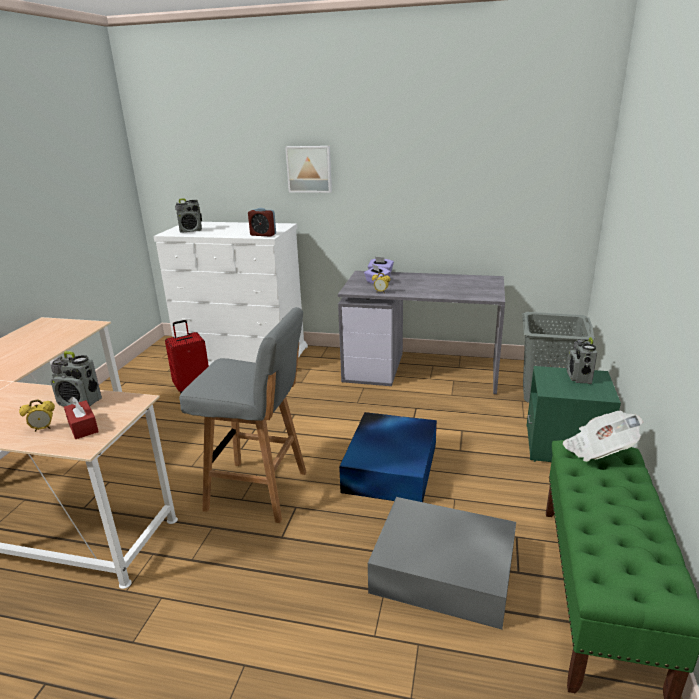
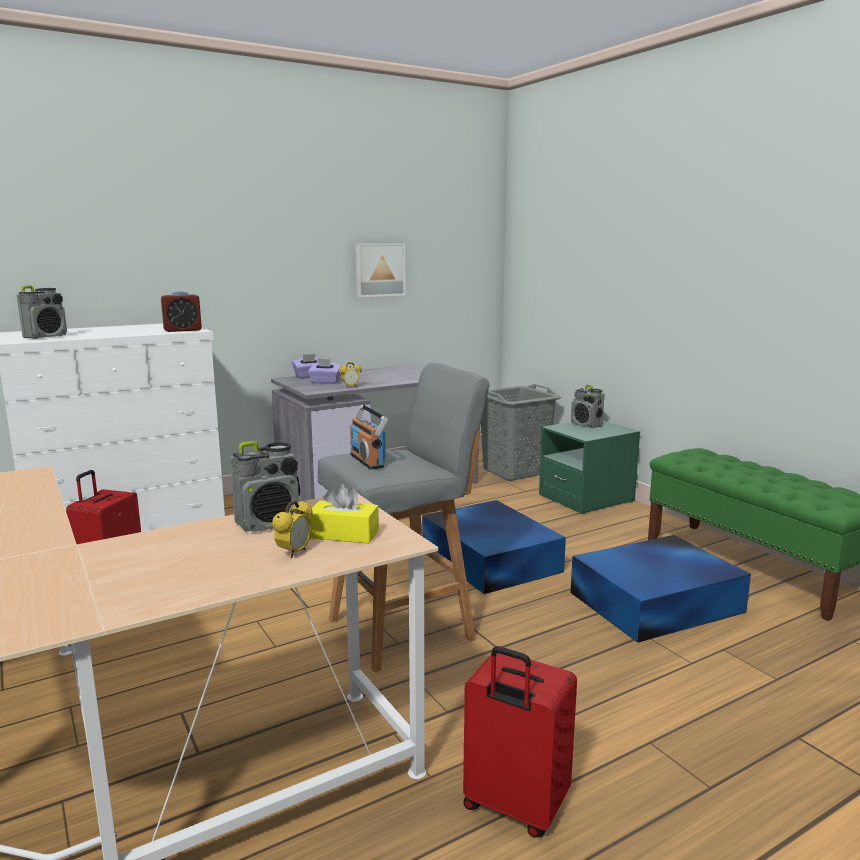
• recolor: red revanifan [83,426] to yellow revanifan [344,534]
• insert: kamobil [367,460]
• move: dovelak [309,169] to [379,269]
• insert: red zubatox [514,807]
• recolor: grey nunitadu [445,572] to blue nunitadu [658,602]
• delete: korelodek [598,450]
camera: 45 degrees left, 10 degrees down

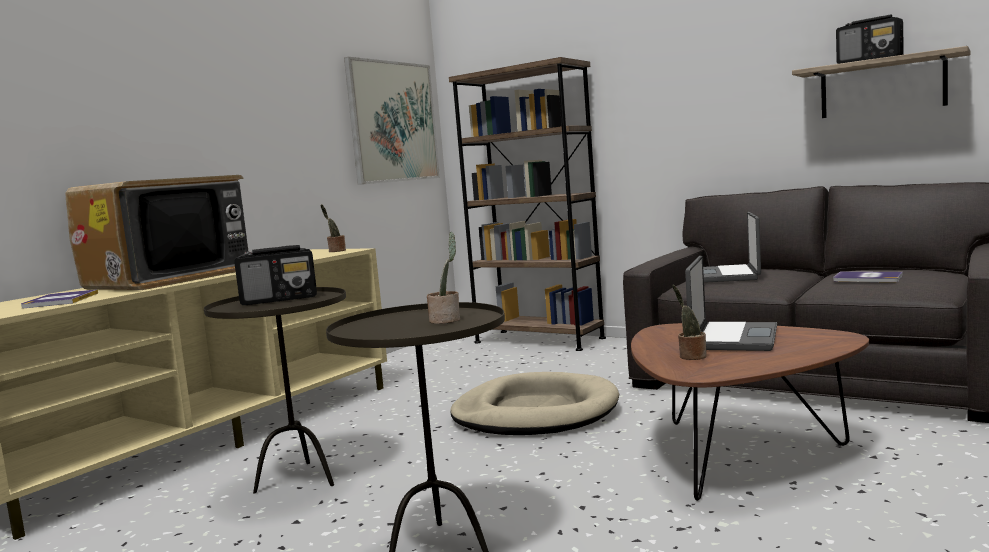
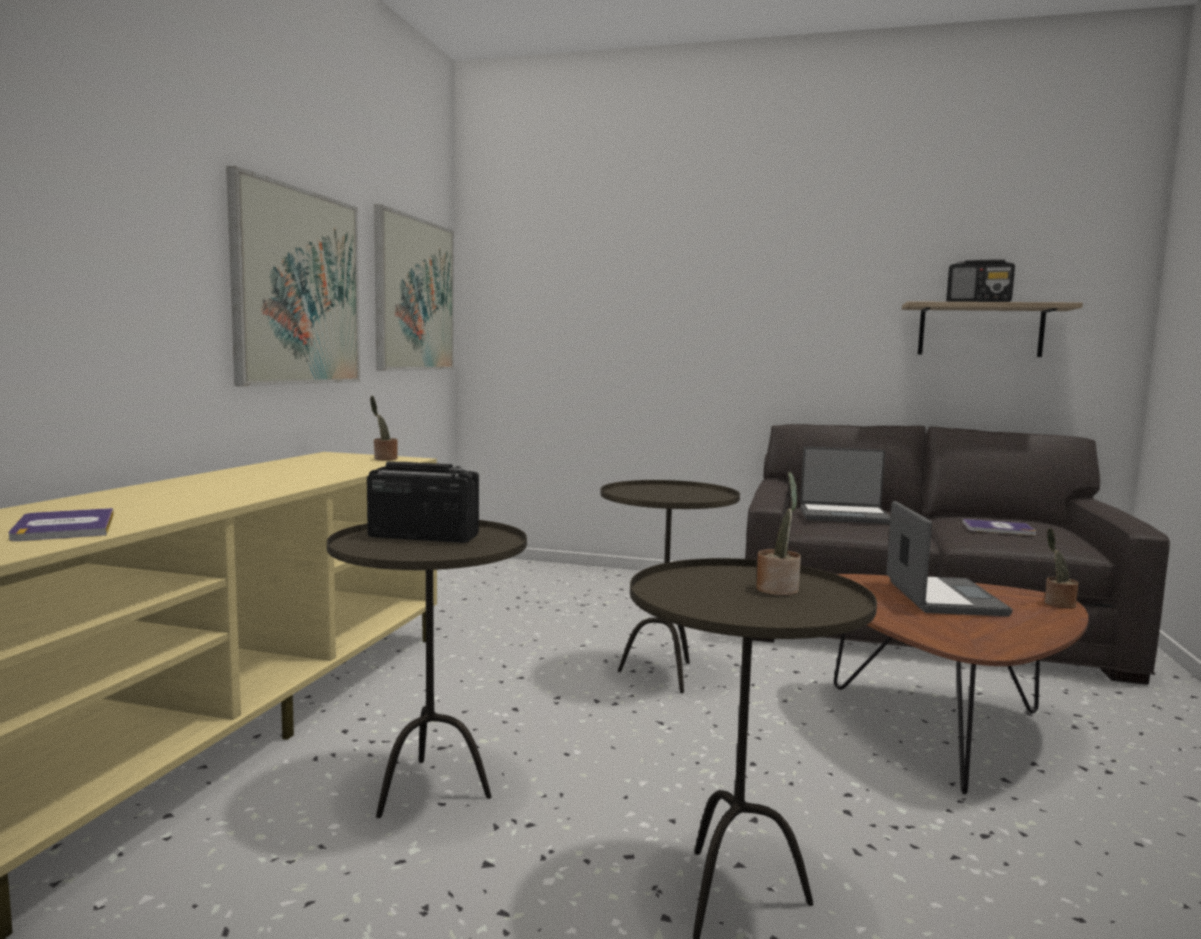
• insert: dovelak [297,288]
• rotate: kamobil [280,300] = [422,537] 135 degrees counterclockwise
• replace: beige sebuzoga [535,412] to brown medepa [662,675]
• rotate: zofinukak [728,275] = [844,516] 75 degrees counterclockwise
• move: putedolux [690,356] to [1057,604]
• delete: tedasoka [170,278]
• delete: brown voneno [539,340]
camera: 20 degrees left, 0 degrees up

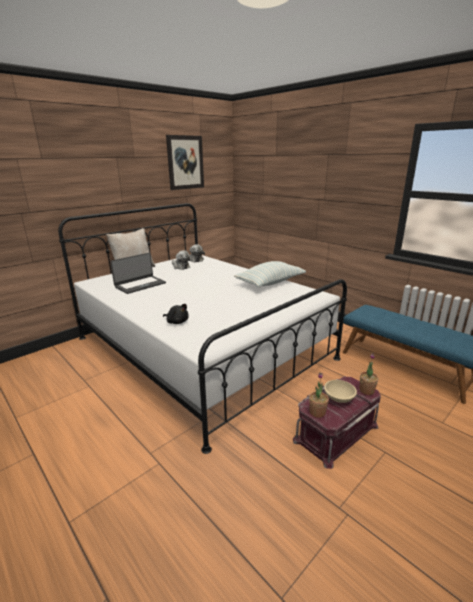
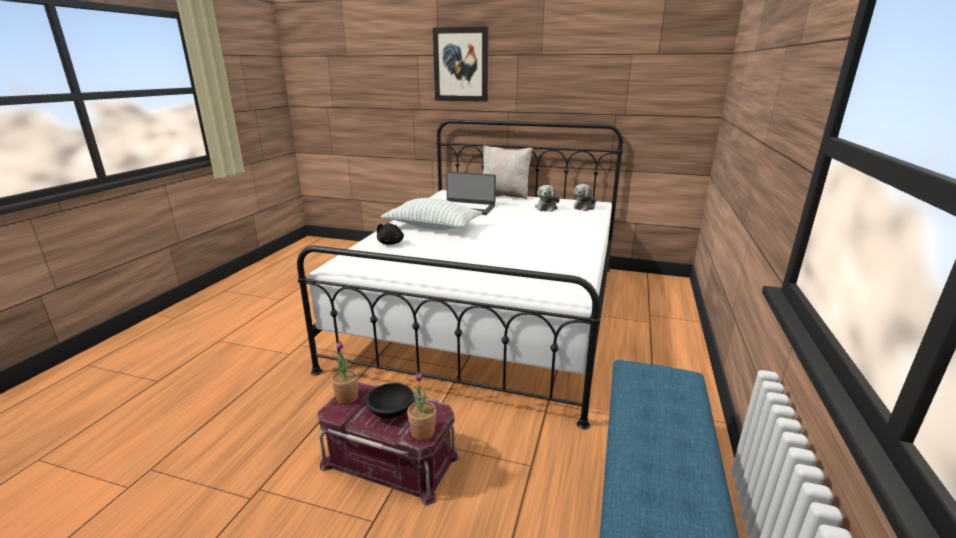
• recolor: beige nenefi [338,398] to black nenefi [391,410]
• move: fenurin [270,283] to [432,227]
• move: dovelak [185,162] to [461,65]
camera: 60 degrees right, 0 degrees up

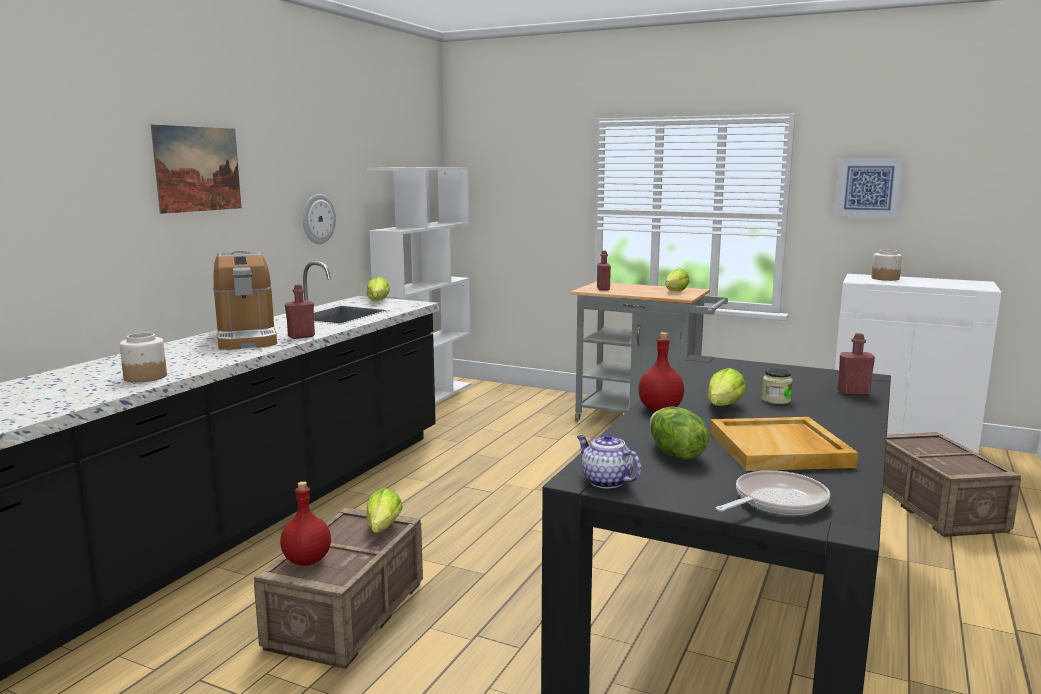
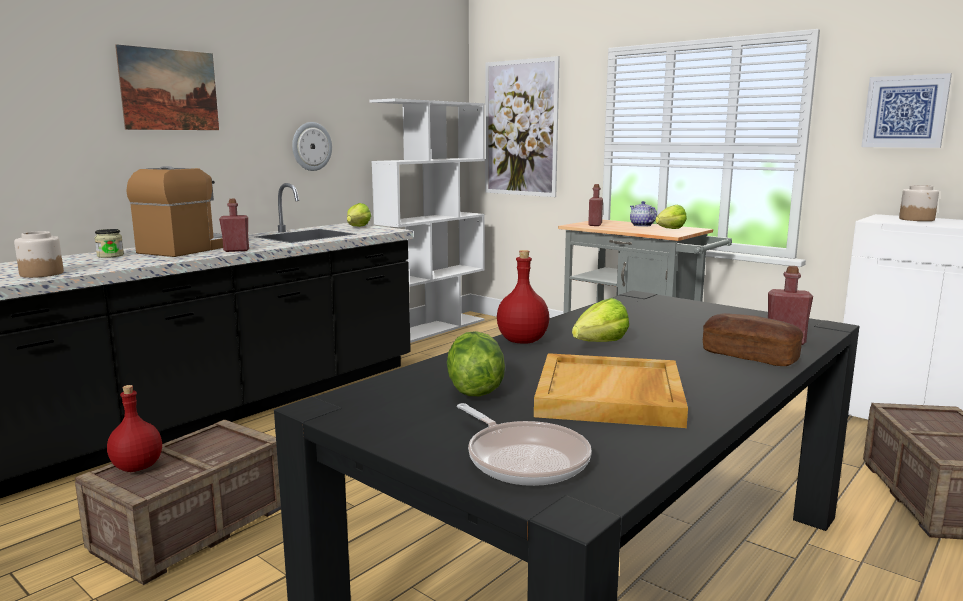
• move: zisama [776,400] to [110,255]
• rotate: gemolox [247,337] = [188,249] 150 degrees counterclockwise
• rotate: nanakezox [776,501] = [524,459] 75 degrees clockwise
• insert: dovelak [520,128]
• move: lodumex [605,481] to [641,225]
• insert: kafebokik [749,356]
• delete: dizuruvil [380,531]
camera: 15 degrees right, 0 degrees up

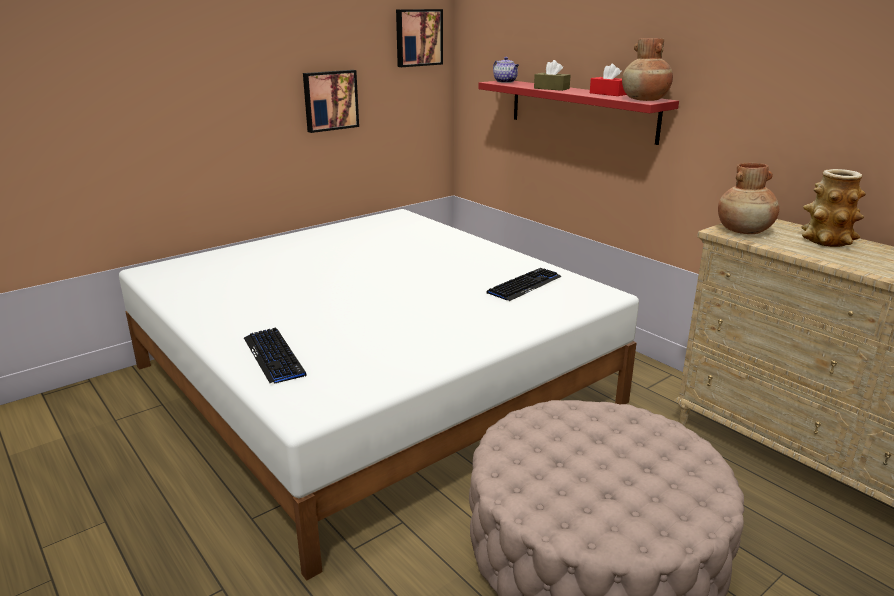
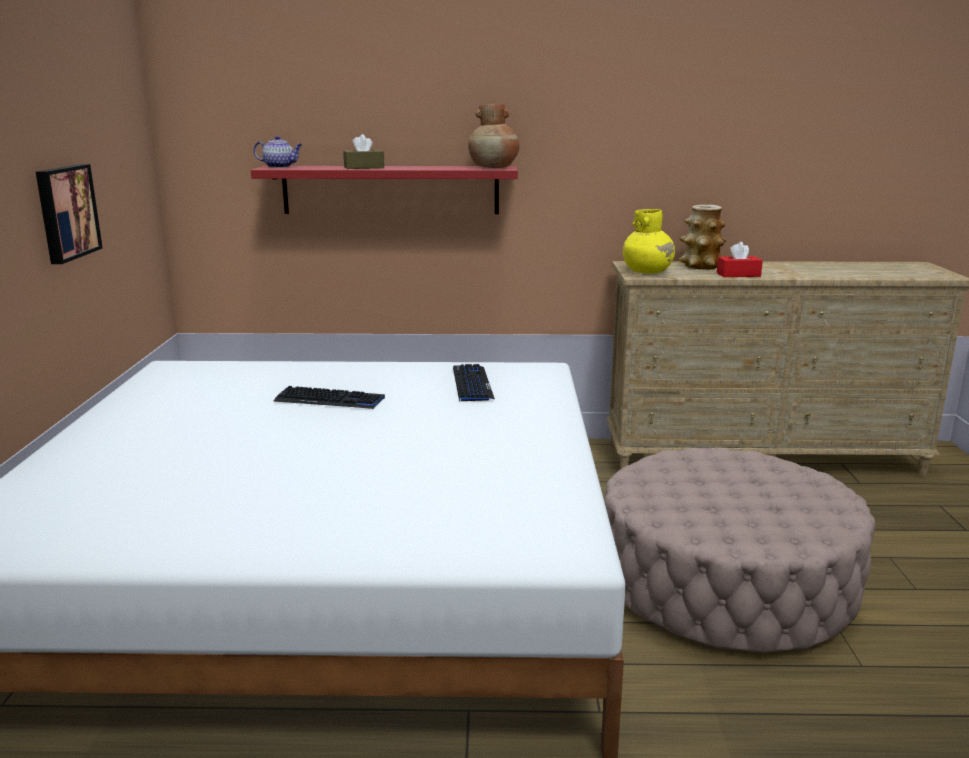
• move: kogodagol [274,356] to [330,400]
• recolor: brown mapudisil [744,231] to yellow mapudisil [647,272]
• move: red revanifan [608,94] to [738,275]
• delete: dovelak [418,37]
camera: 50 degrees left, 5 degrees down

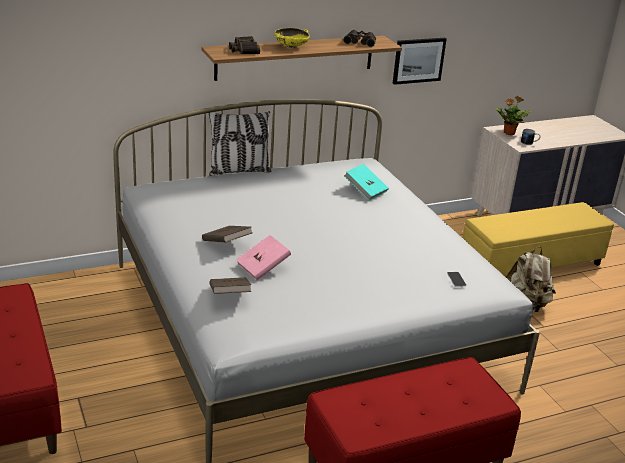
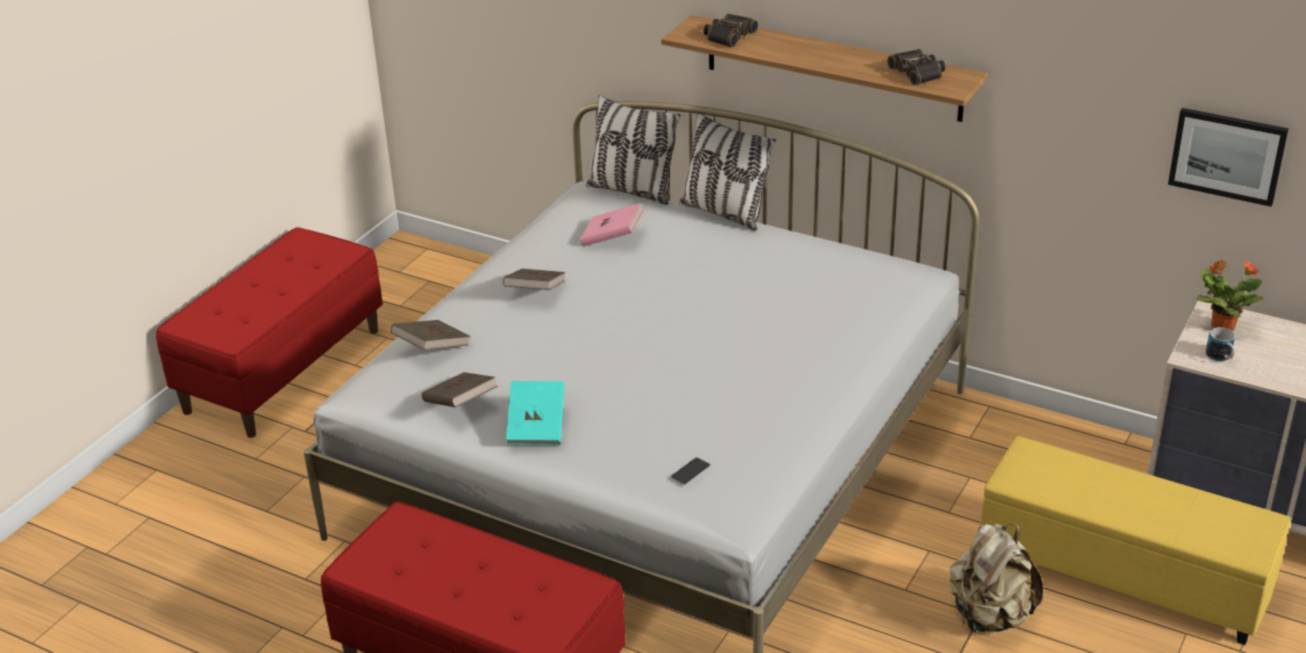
• insert: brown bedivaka [460,404]
• move: turquoise bedivaka [365,190] to [537,427]
• move: pink bedivaka [263,268] to [612,238]
• insert: fenurin [632,191]
• move: dovelak [418,60] to [1227,155]
• delete: yellow nenefi [291,46]
camera: 55 degrees right, 5 degrees up

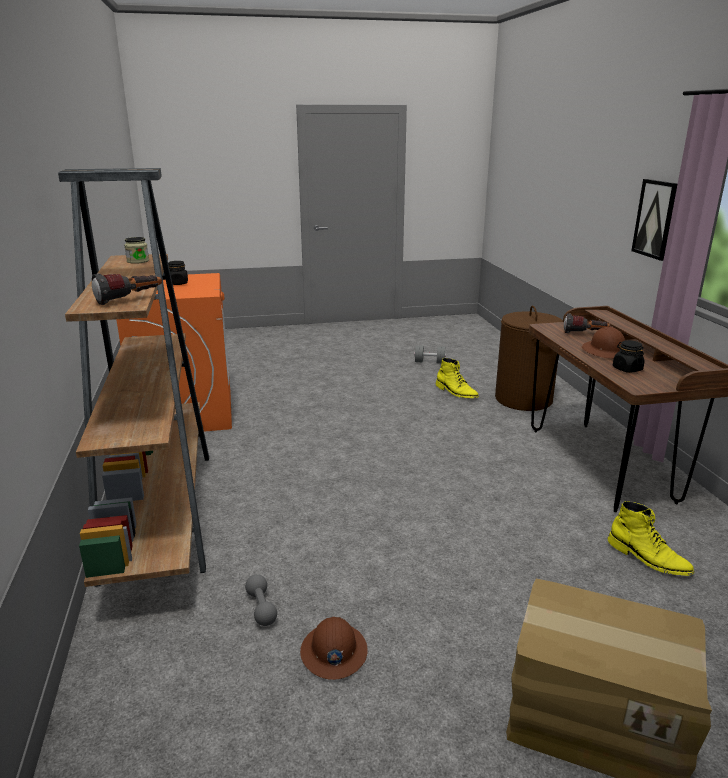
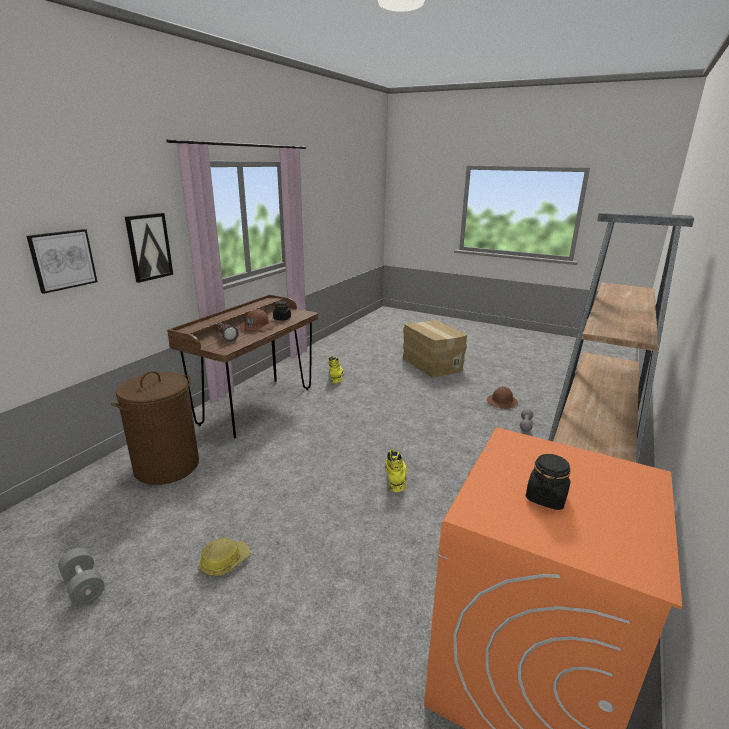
• insert: dovelak [62,260]
• insert: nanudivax [224,561]
• move: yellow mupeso [456,392] to [395,475]
• delete: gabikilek [130,300]
• delete: zisama [138,261]
camera: 140 degrees left, 0 degrees up

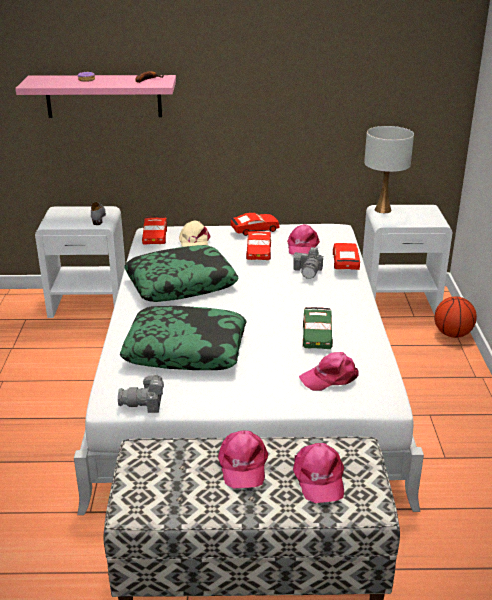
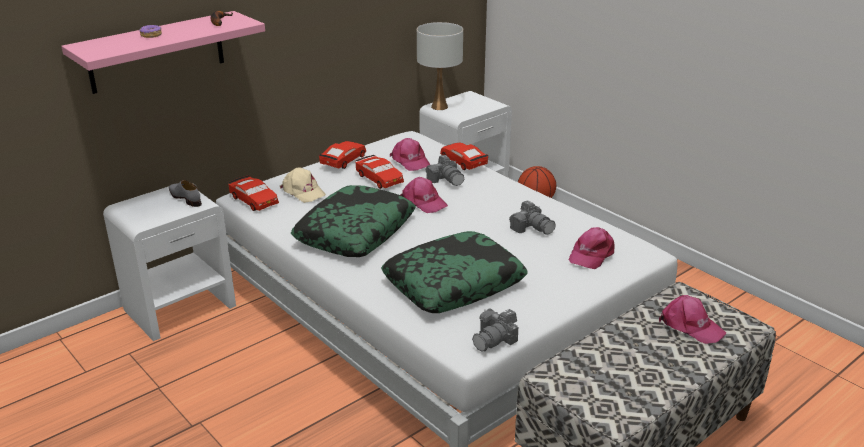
• move: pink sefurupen [242,465] to [423,202]
• replace: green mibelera [317,335] to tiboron [532,228]
camera: 40 degrees left, 0 degrees up

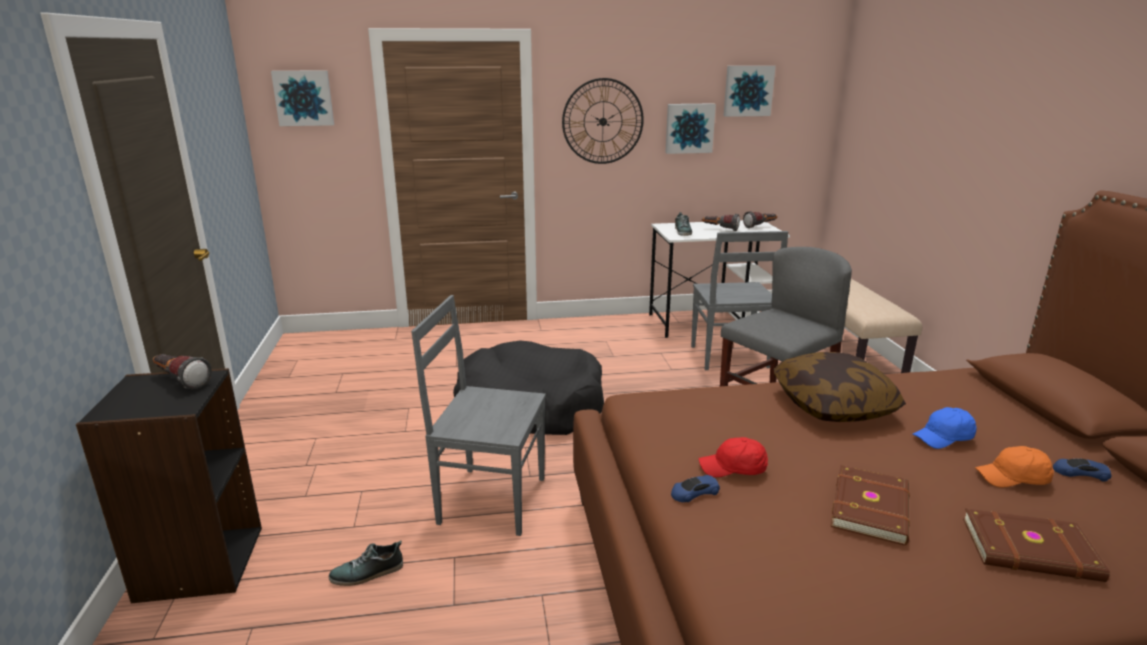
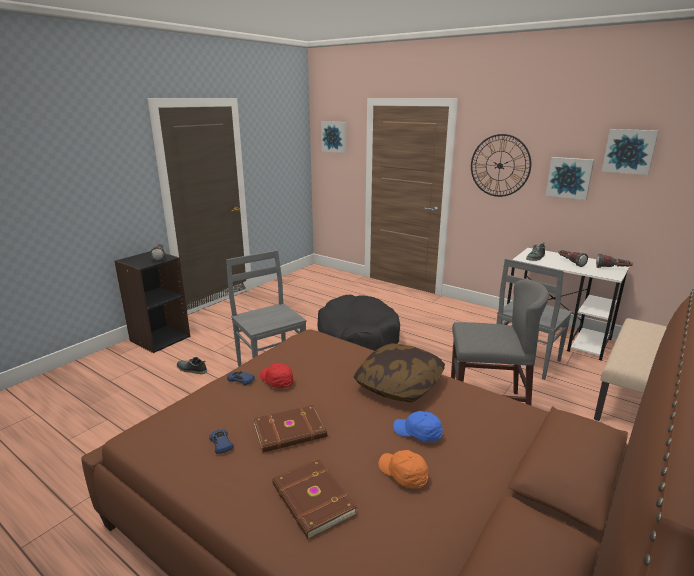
• move: blue mibelera [1080,473] to [221,443]
camera: 45 degrees right, 0 degrees up

